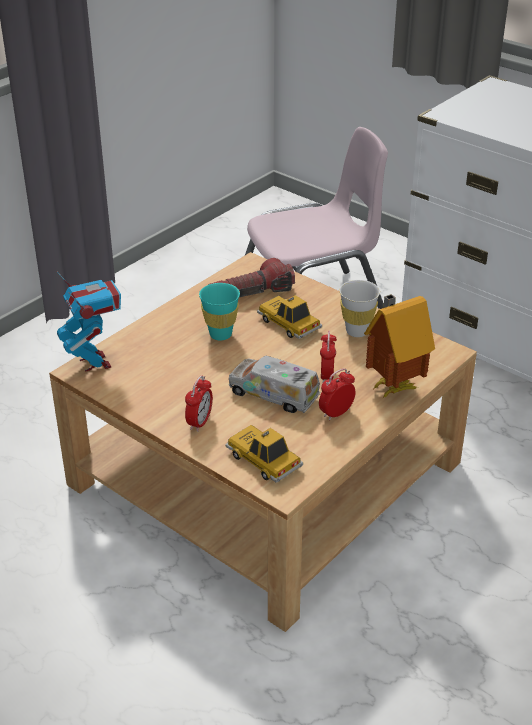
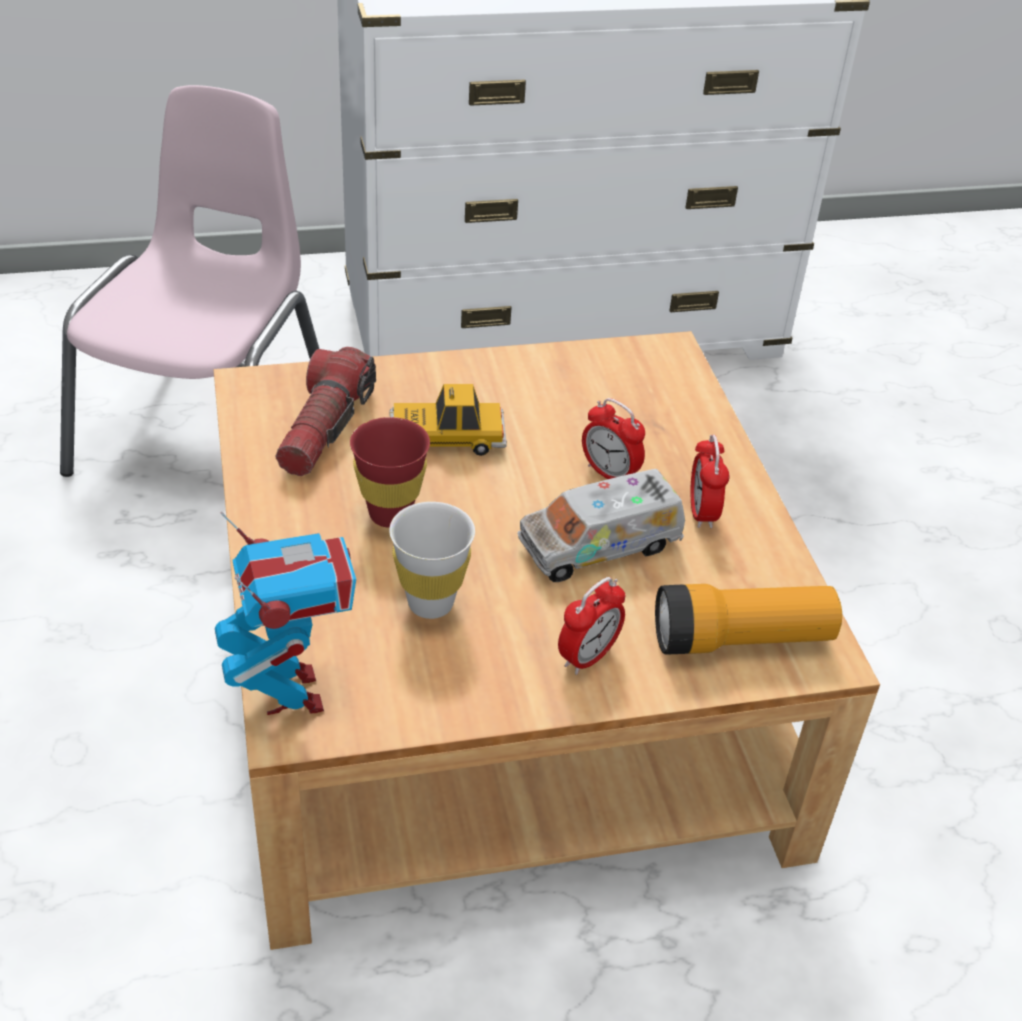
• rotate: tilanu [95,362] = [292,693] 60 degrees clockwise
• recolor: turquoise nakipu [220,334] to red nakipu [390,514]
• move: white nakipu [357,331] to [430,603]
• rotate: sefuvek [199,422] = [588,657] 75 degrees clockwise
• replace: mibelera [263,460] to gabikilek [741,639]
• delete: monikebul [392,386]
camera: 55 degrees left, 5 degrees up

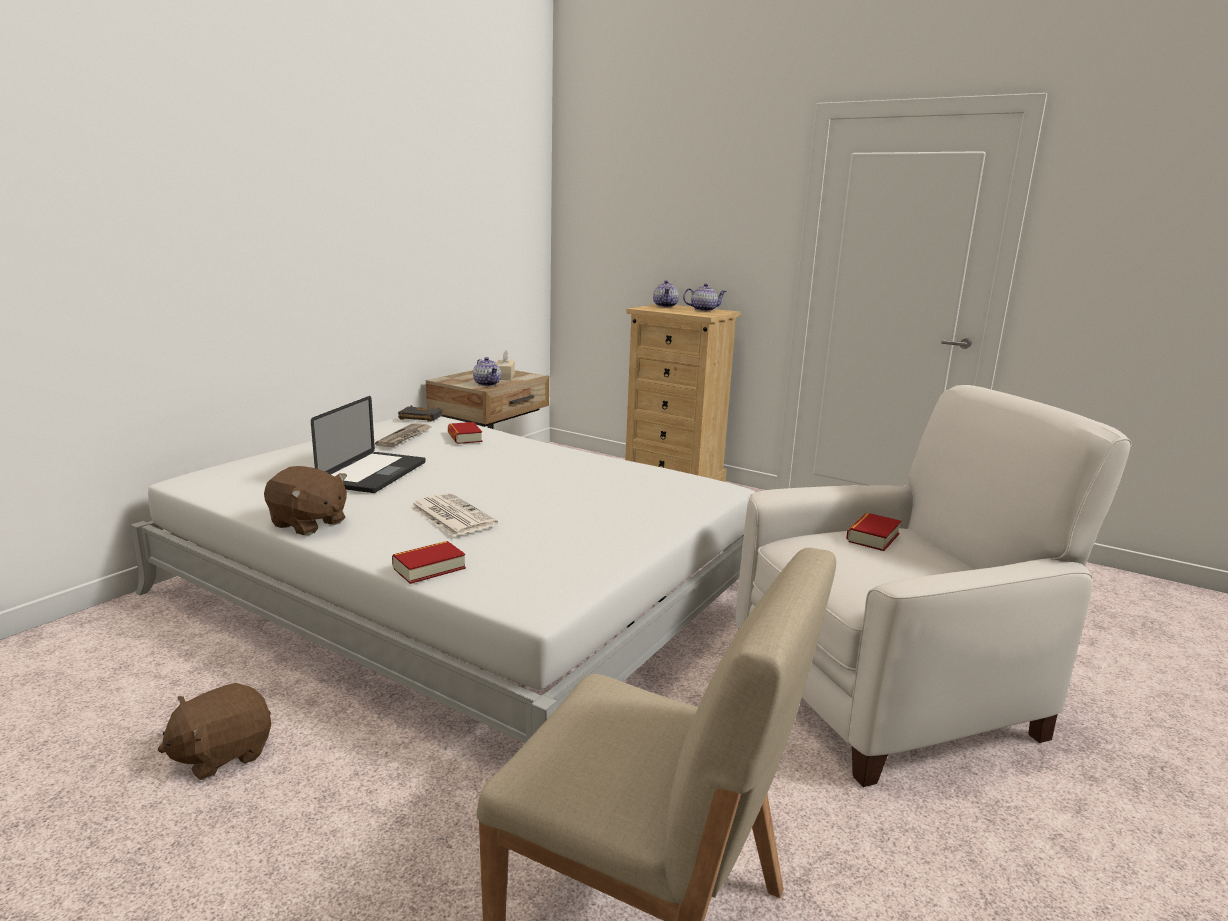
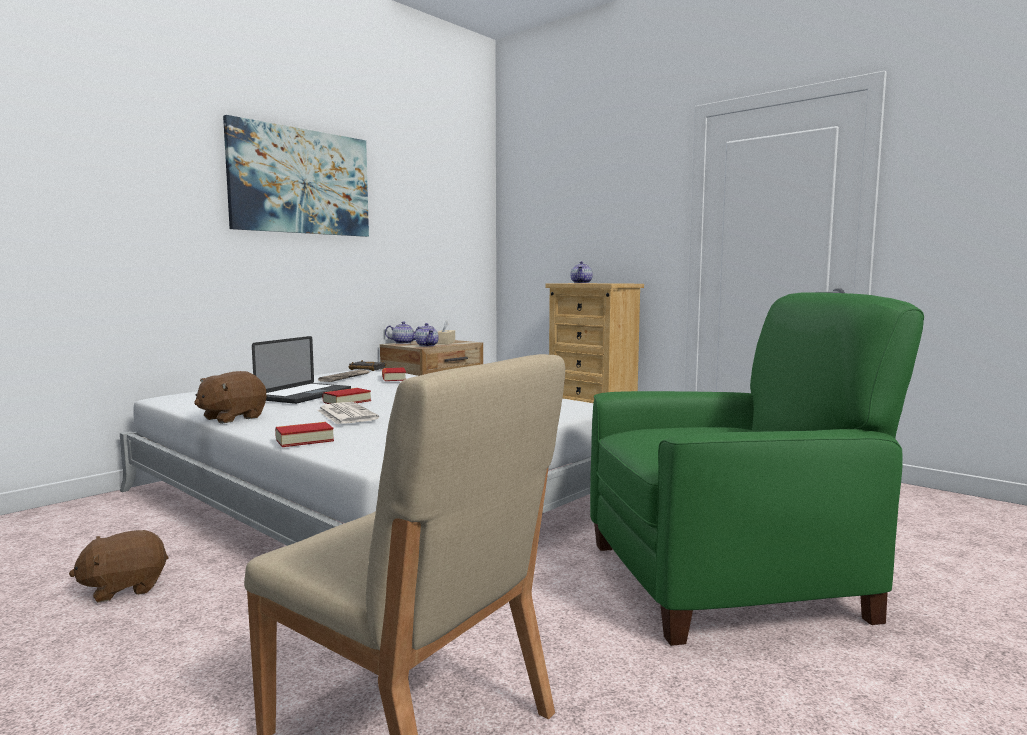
• rotate: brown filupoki [308,524] = [232,418] 90 degrees clockwise
• insert: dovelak [301,181]
• move: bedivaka [872,537] to [347,401]
• move: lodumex [704,310] to [403,343]
• recolor: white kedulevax [886,692] to green kedulevax [726,580]
camera: 10 degrees right, 10 degrees down

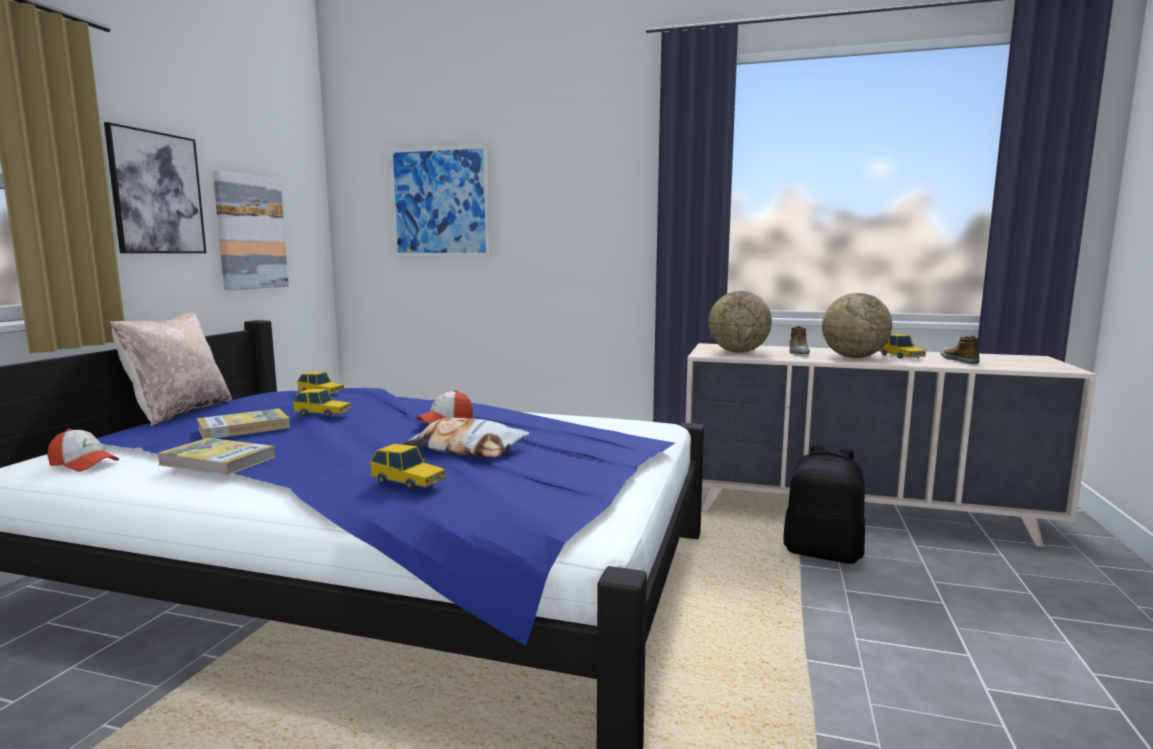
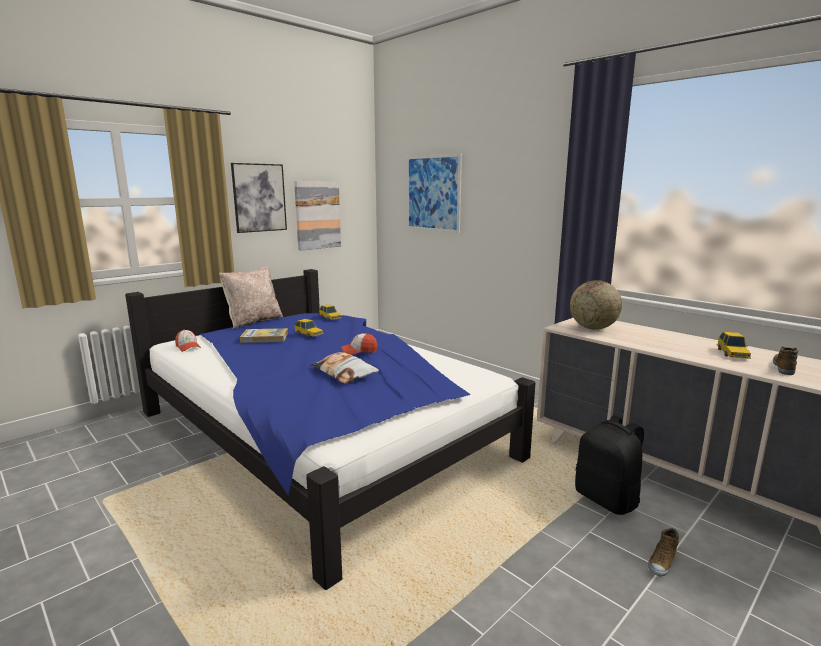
• move: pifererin [798,352] to [661,562]
• delete: bedivaka [218,461]
• delete: mibelera [408,481]
• delete: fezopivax [853,357]
camera: 30 degrees right, 5 degrees up

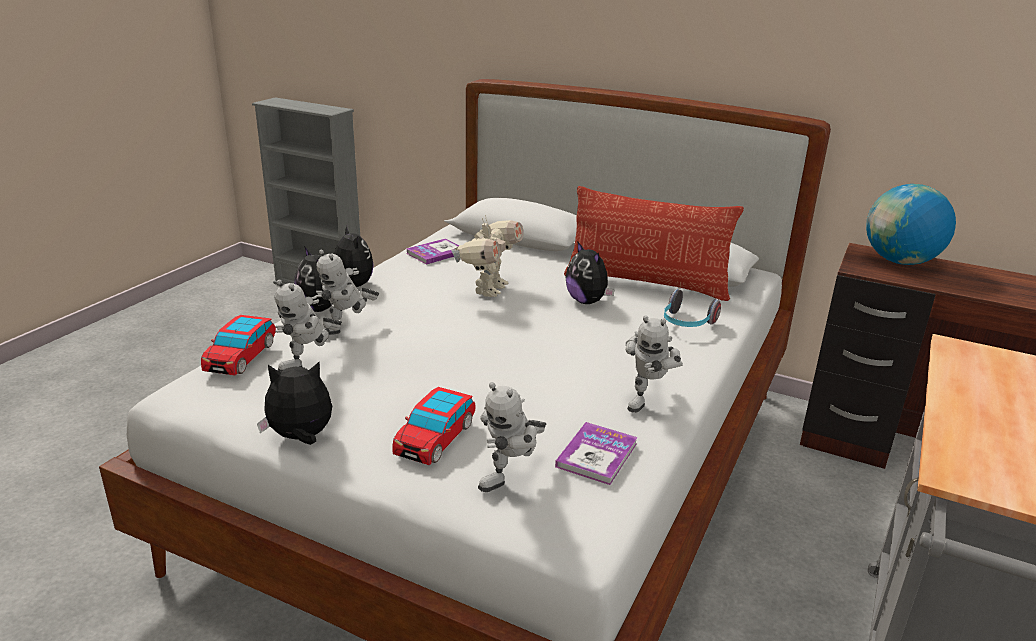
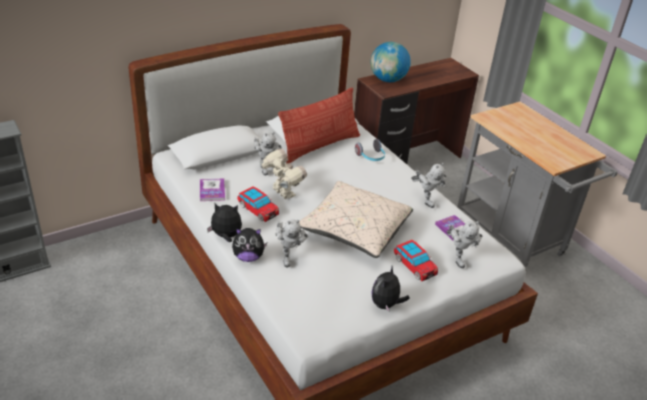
• move: mibelera [241,357] to [258,210]
• move: tilanu [310,366] to [265,168]
• insert: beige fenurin [354,231]
• delete: filupoki [587,301]
camera: 60 degrees left, 10 degrees up

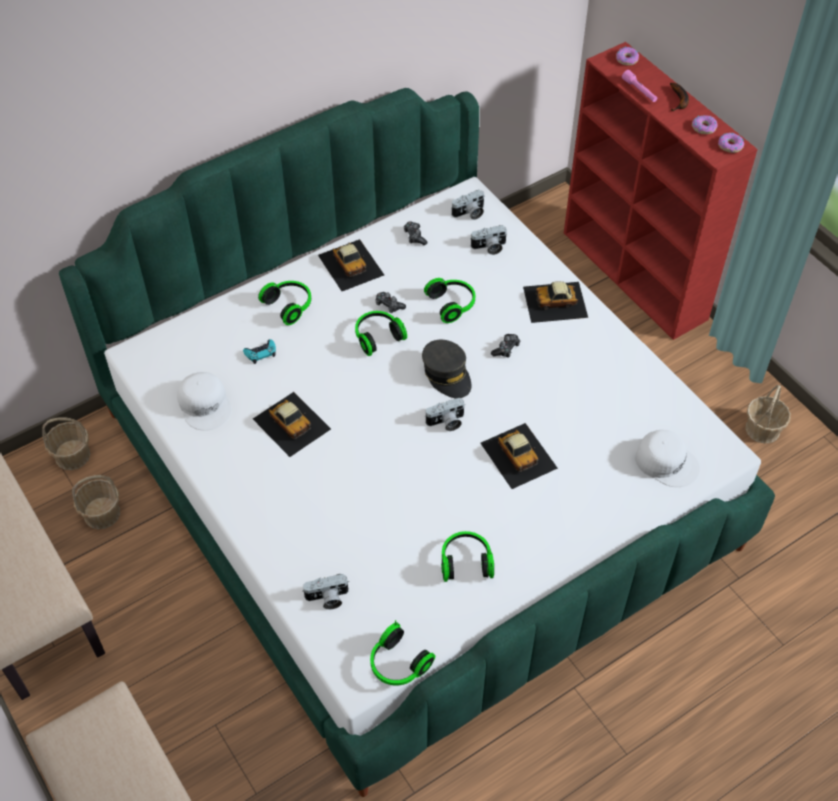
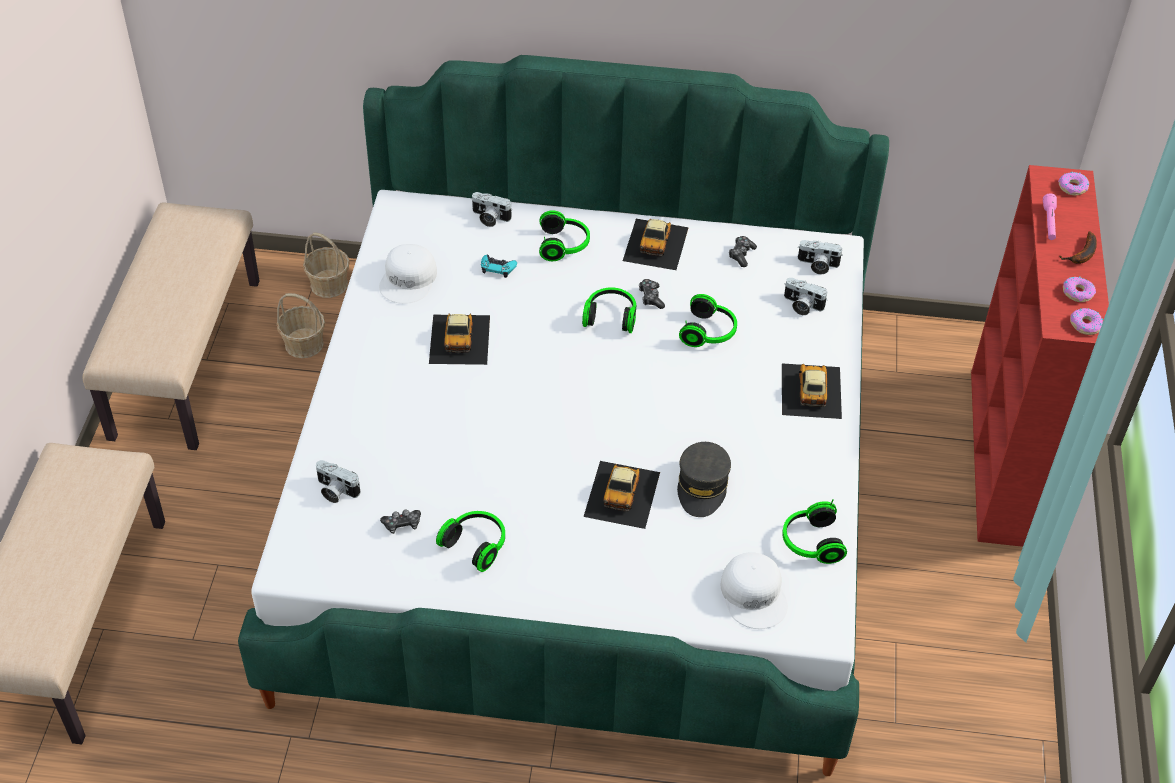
• move: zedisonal [506,349] to [402,524]
• move: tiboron [446,422] to [489,218]
• move: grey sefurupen [447,374] to [702,486]
• rotate: mibelera [555,302] = [810,391] 60 degrees clockwise
• move: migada [397,664] to [810,542]
• delete: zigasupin [763,429]
camera: 40 degrees right, 5 degrees down

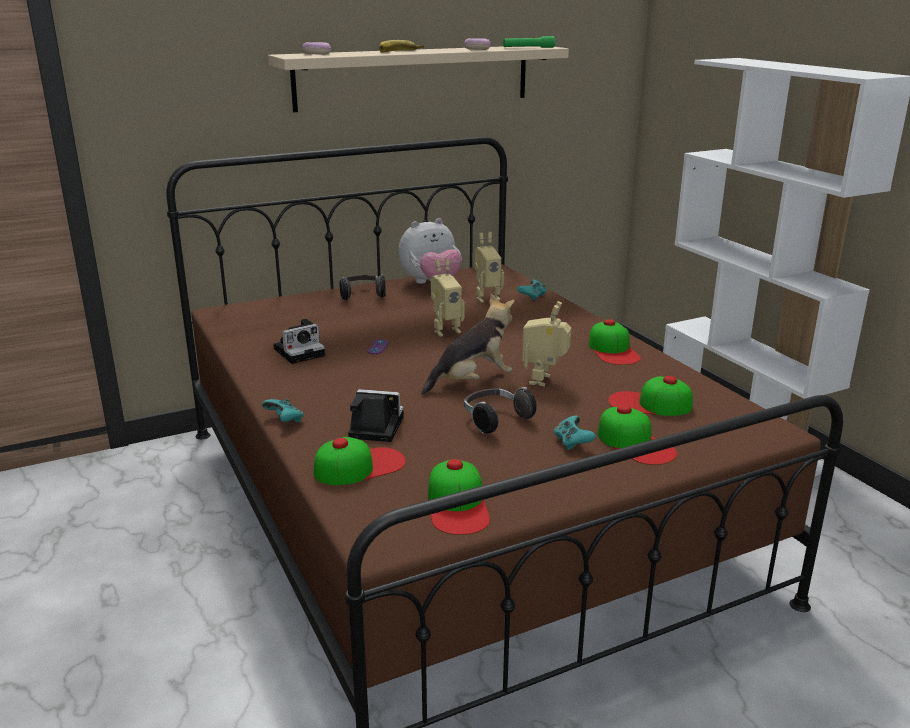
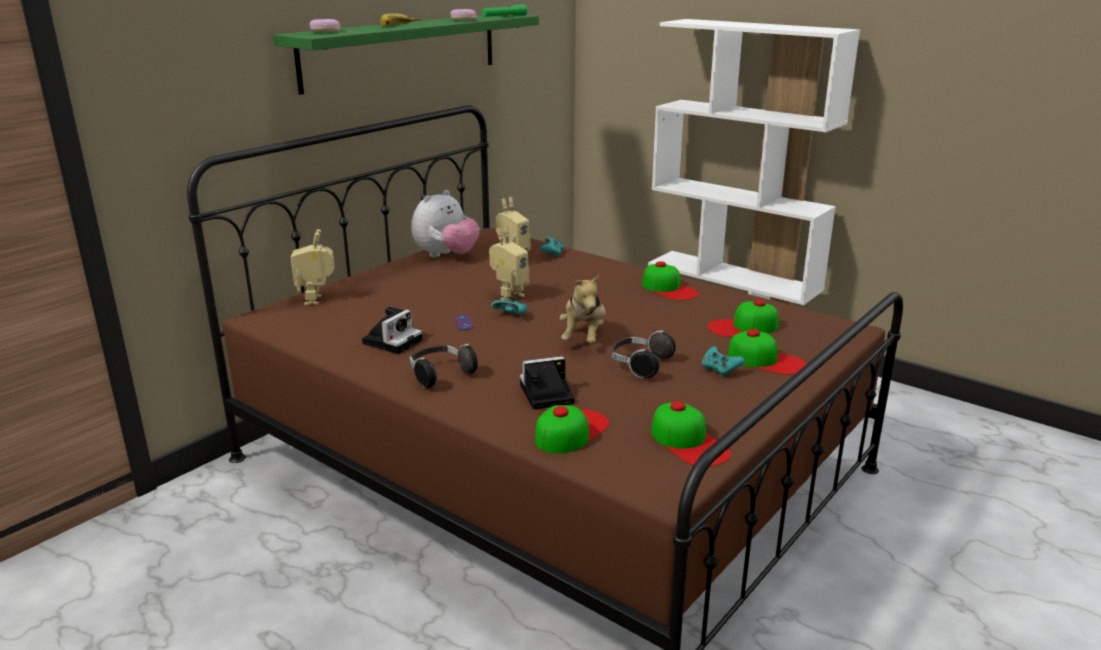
• recolor: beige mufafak [414,77] to green mufafak [403,50]
• move: tilanu [544,380] to [317,300]
• move: migada [362,295] to [440,375]
• move: turquoise zedisonal [285,420] to [511,315]
• rotate: filupoki [472,382] = [584,337] 150 degrees clockwise
camera: 25 degrees left, 0 degrees up

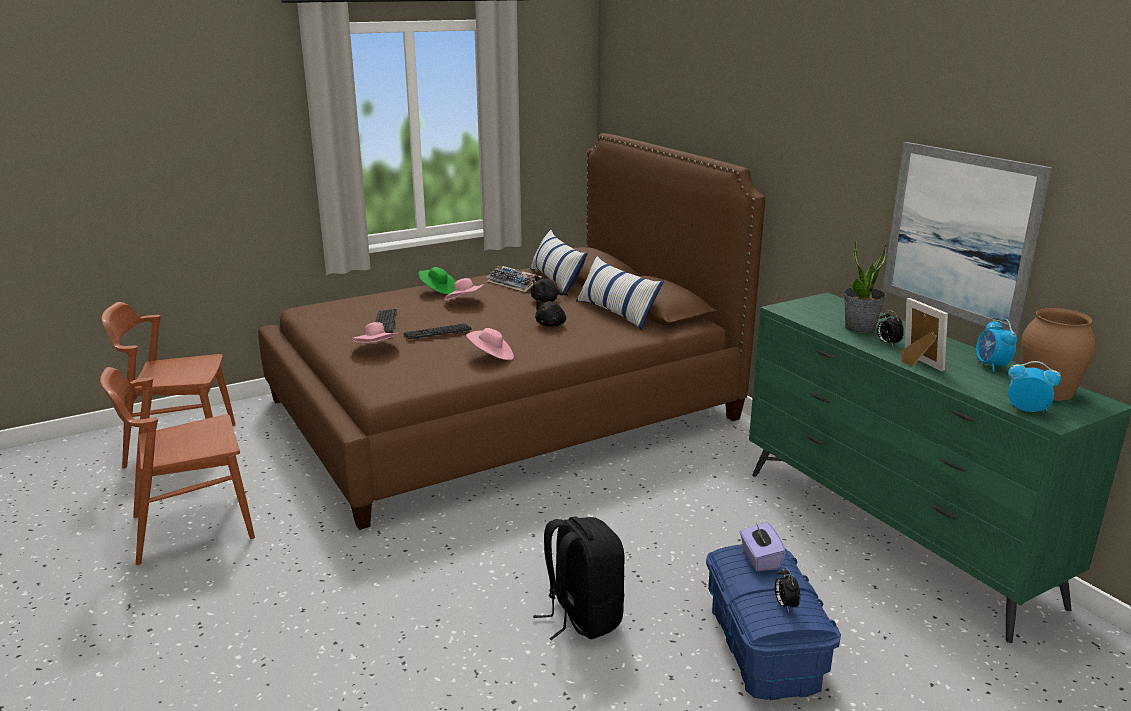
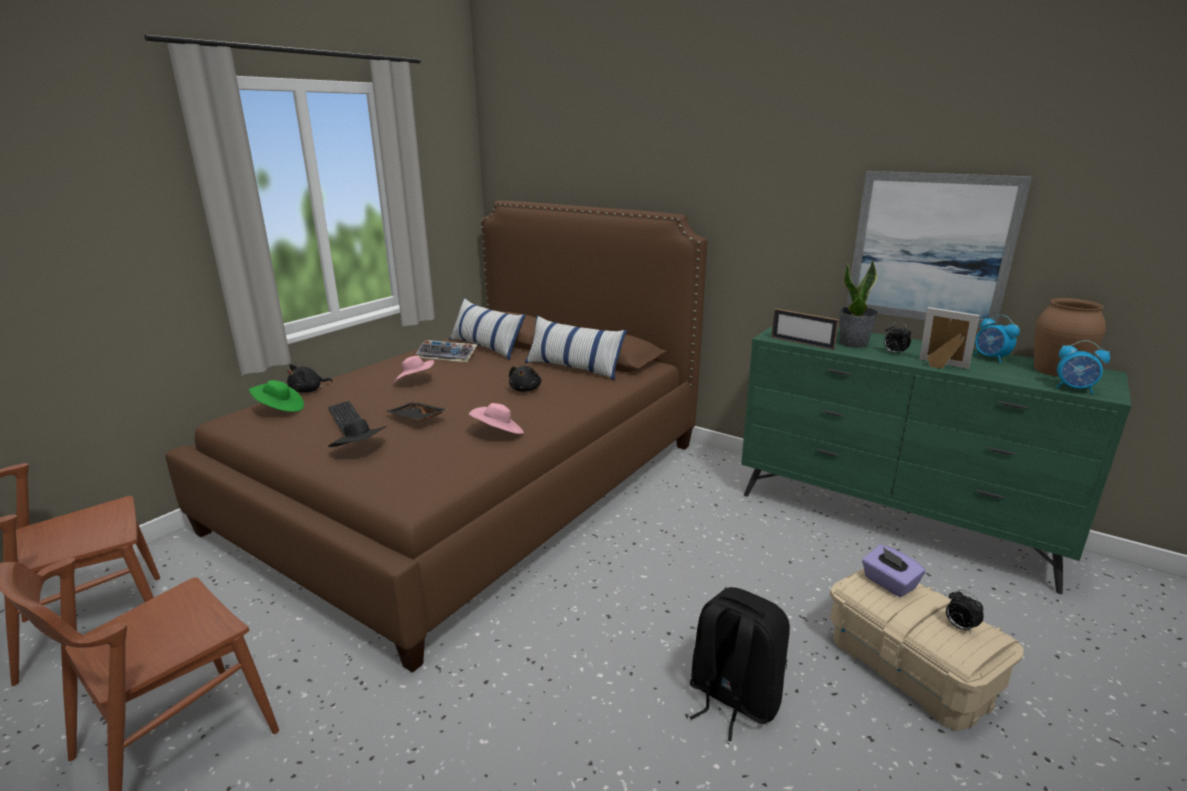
• move: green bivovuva [438,291] to [279,409]
• move: black filupoki [546,301] to [308,390]
• recolor: pink bivovuva [376,349] to black bivovuva [360,450]
• replace: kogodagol [437,333] to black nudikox [416,419]
• insert: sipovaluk [802,343]
• recolor: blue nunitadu [764,646] to beige nunitadu [910,668]
• rotate: sefuvek [1026,409] = [1074,389] 150 degrees counterclockwise
camera: 25 degrees left, 0 degrees up

